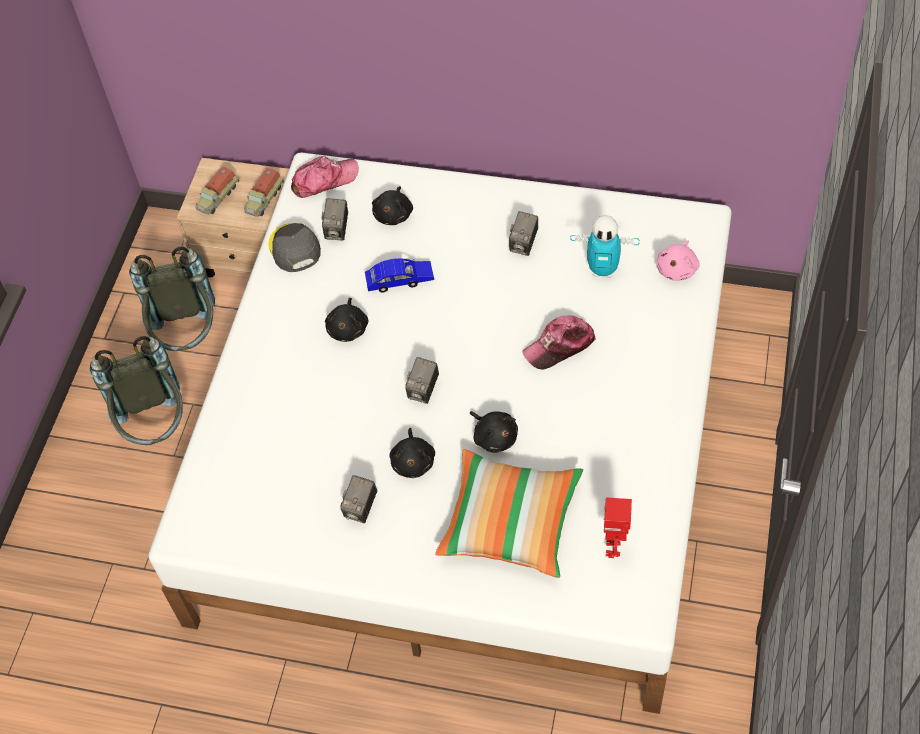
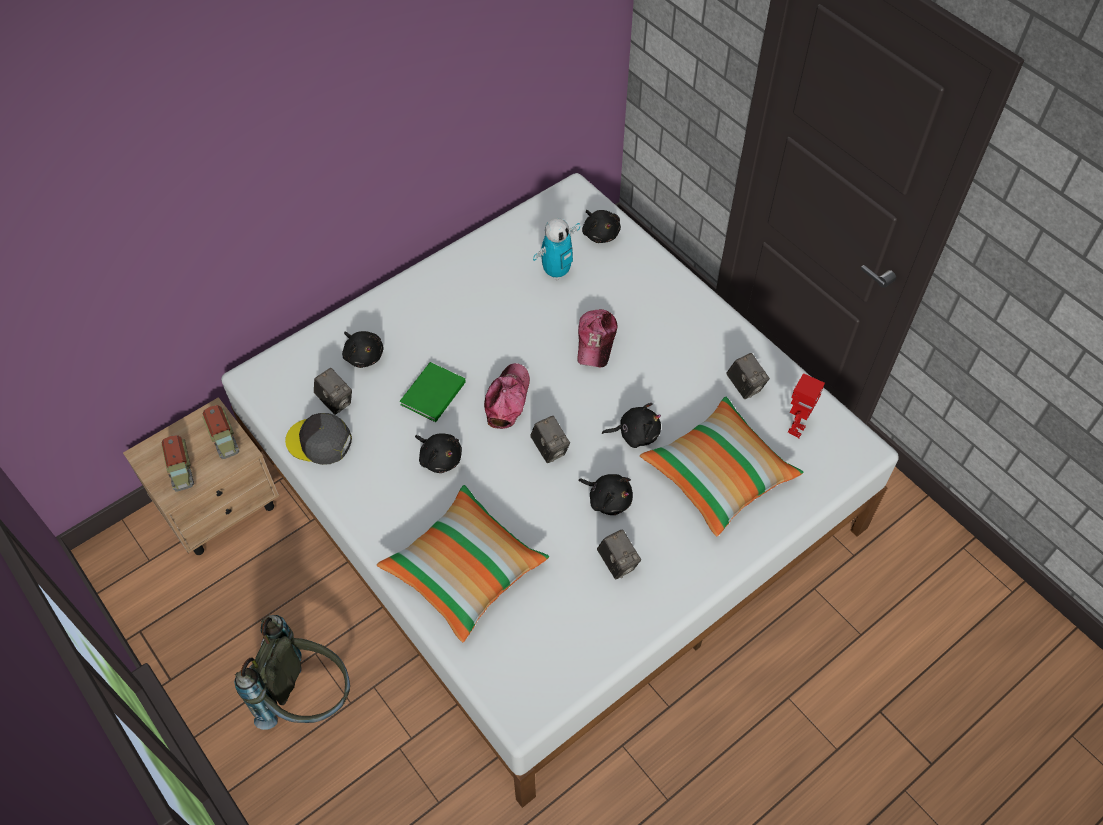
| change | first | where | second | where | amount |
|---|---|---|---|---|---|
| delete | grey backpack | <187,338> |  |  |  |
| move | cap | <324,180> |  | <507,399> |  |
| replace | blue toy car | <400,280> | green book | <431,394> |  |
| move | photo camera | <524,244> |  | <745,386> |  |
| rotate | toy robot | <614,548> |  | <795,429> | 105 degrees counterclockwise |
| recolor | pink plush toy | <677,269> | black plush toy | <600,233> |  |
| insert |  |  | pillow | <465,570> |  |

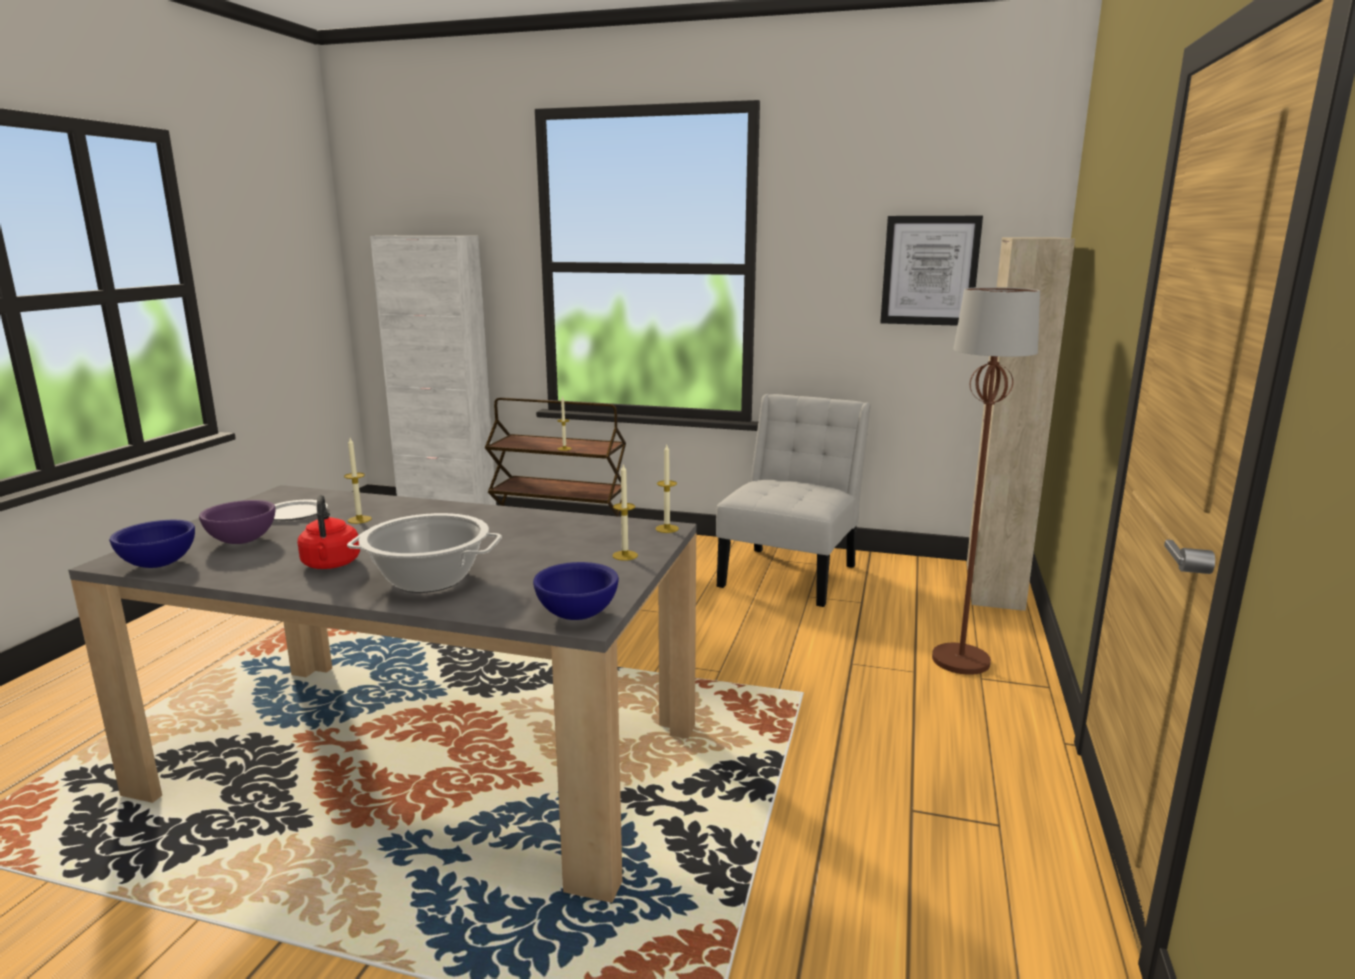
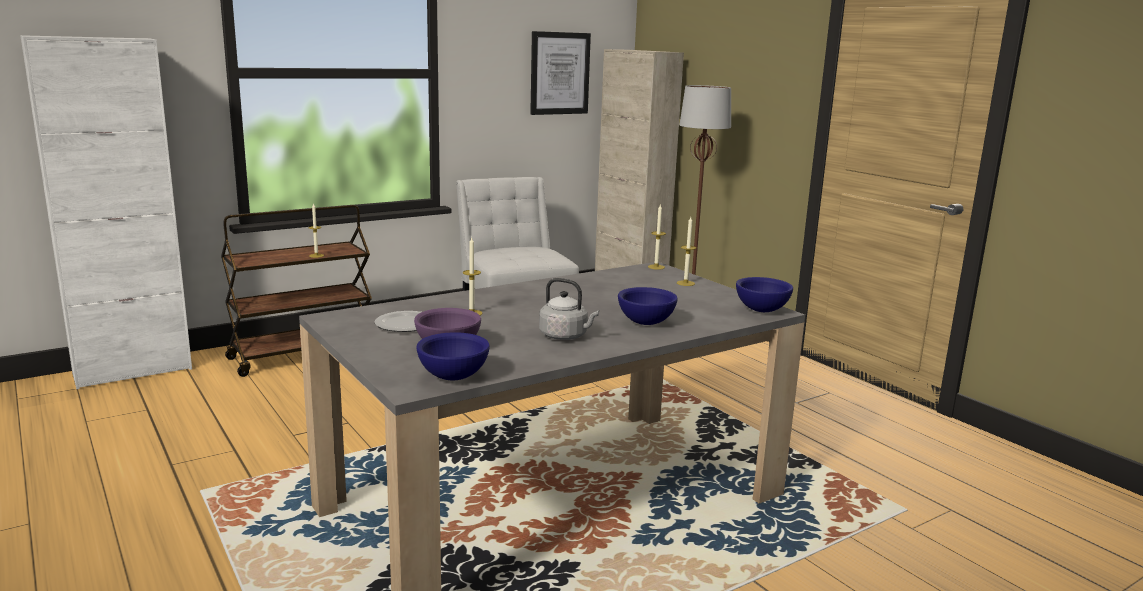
| change | first | where | second | where | amount |
|---|---|---|---|---|---|
| recolor | red kettle | <331,565> | grey kettle | <566,336> |  |
| replace | cooking pot | <430,579> | blue bowl | <646,322> |  |

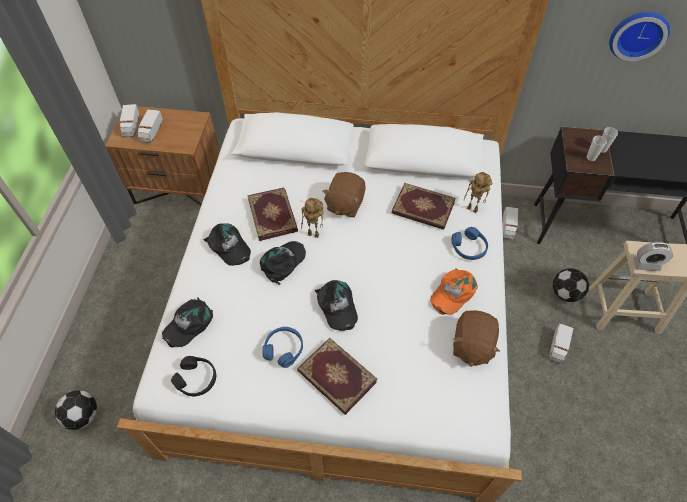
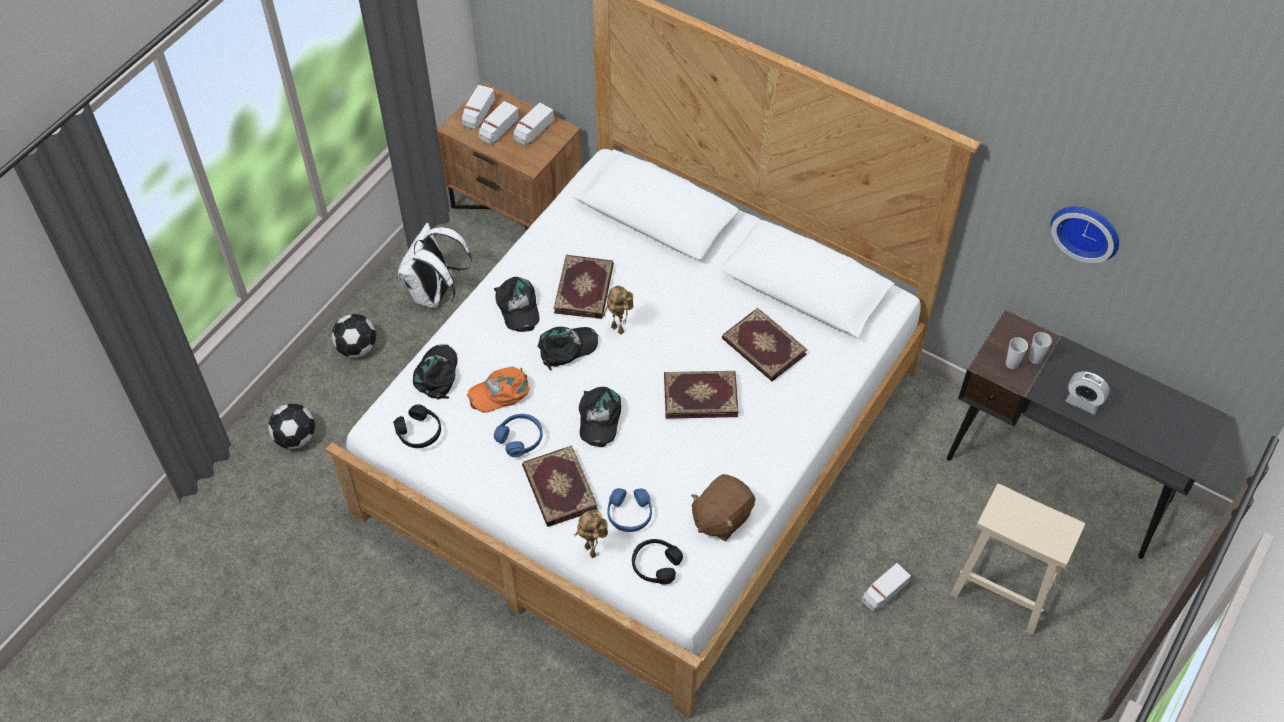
| change | first | where | second | where | amount |
|---|---|---|---|---|---|
| rotate | black cap | <189,324> |  | <437,374> | 120 degrees clockwise |
| delete | brown plush toy | <344,204> |  |  |  |
| move | orange cap | <453,293> |  | <500,392> |  |
| move | blue headphones | <469,247> |  | <629,514> |  |
| move | toy robot | <473,209> |  | <592,551> |  |
| move | toy truck | <508,227> |  | <533,132> |  |
| move | football | <565,293> |  | <357,347> |  |
| move | alarm clock | <646,264> |  | <1083,402> |  |
| insert |  |  | white backpack | <435,294> |  |
| insert |  |  | black headphones | <656,565> |  |
| insert |  |  | book | <700,395> |  |

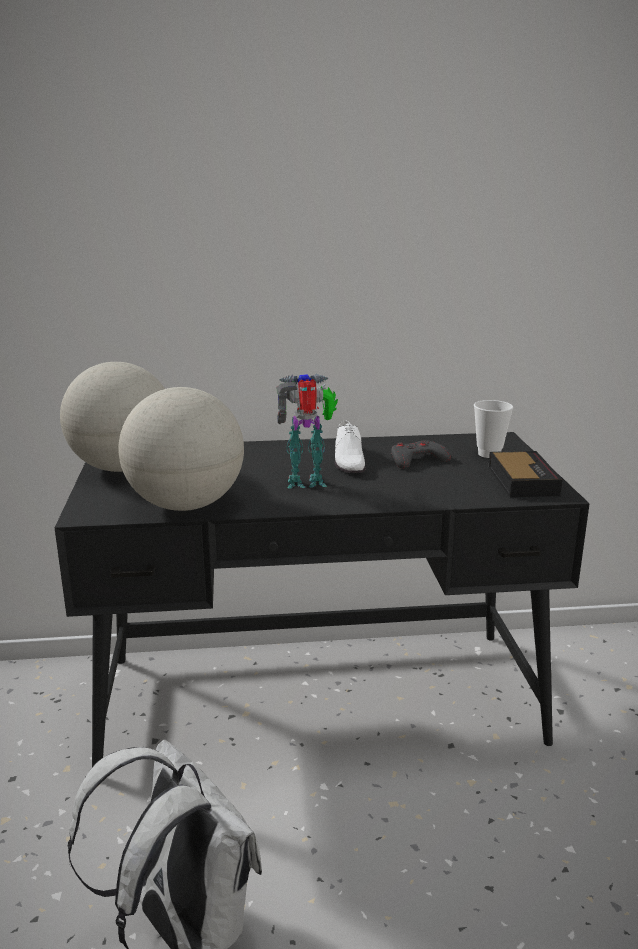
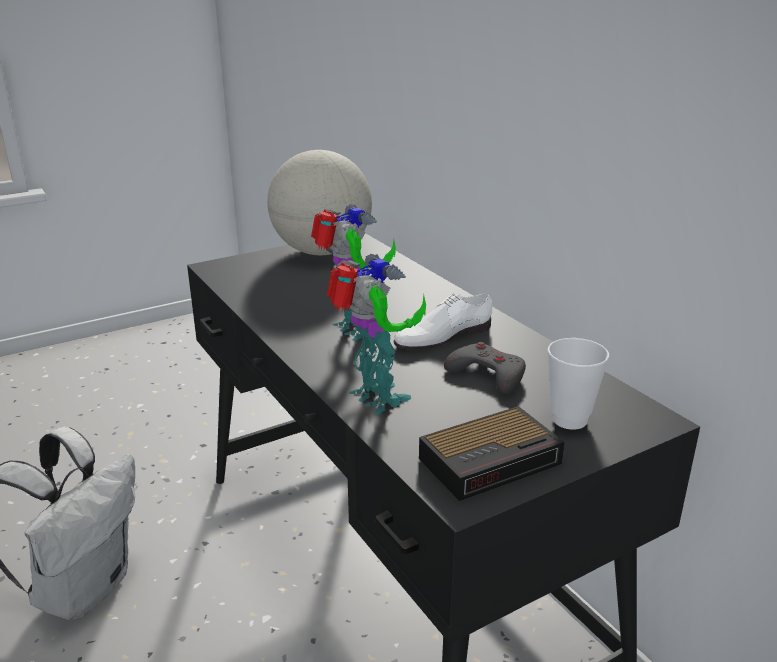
| change | first | where | second | where | amount |
|---|---|---|---|---|---|
| delete | globe | <185,505> |  |  |  |
| insert |  |  | toy robot | <376,400> |  |

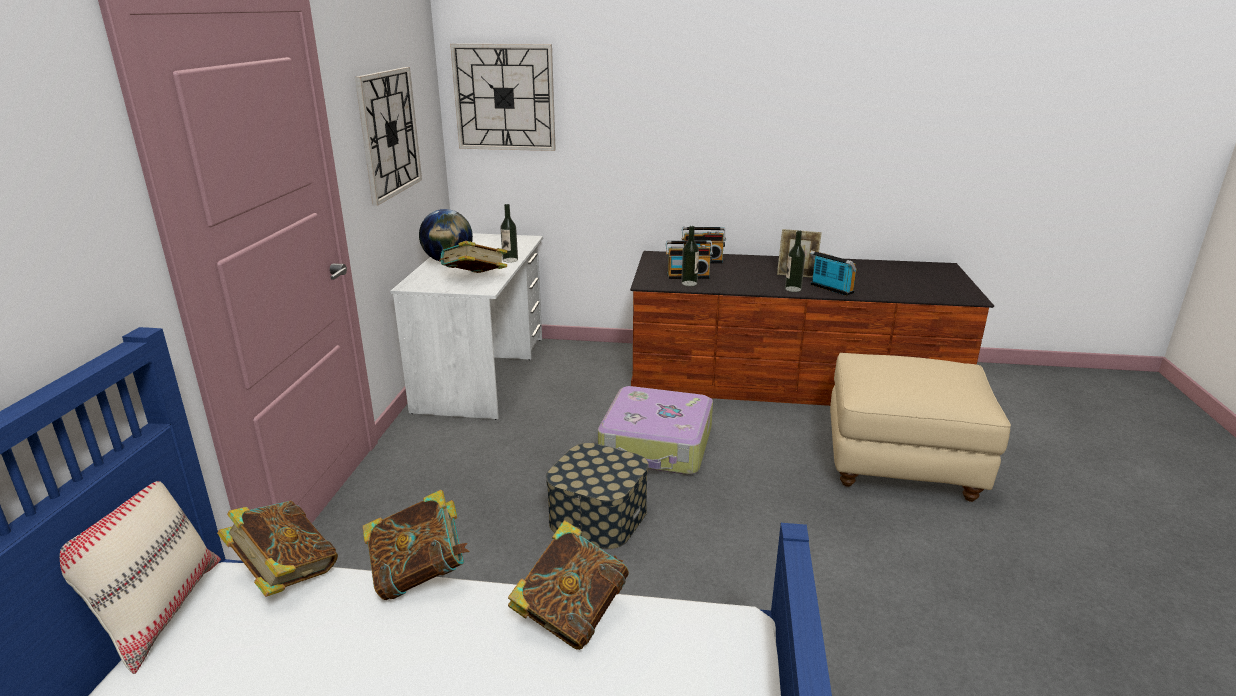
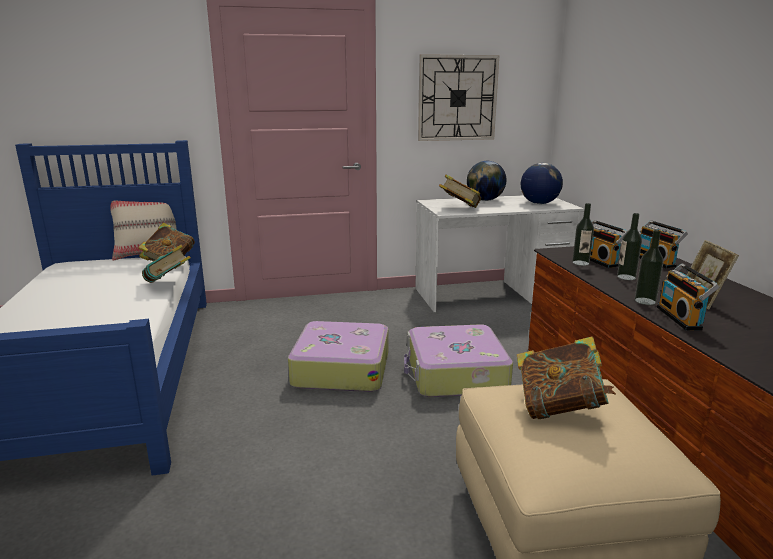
| change | first | where | second | where | amount |
|---|---|---|---|---|---|
| delete | wall clock | <504,97> |  |  |  |
| move | bottle | <510,260> |  | <626,277> |  |
| move | book | <571,616> |  | <559,408> |  |
| replace | storage box | <598,517> | suitcase | <341,368> |  |
| rotate | radio | <830,289> |  | <681,318> | 150 degrees clockwise |
| insert |  |  | globe | <539,203> |  |

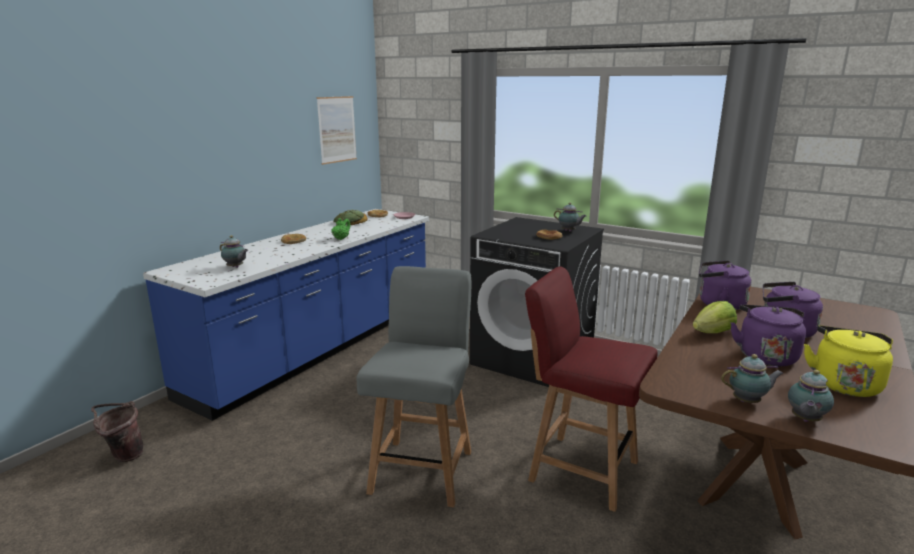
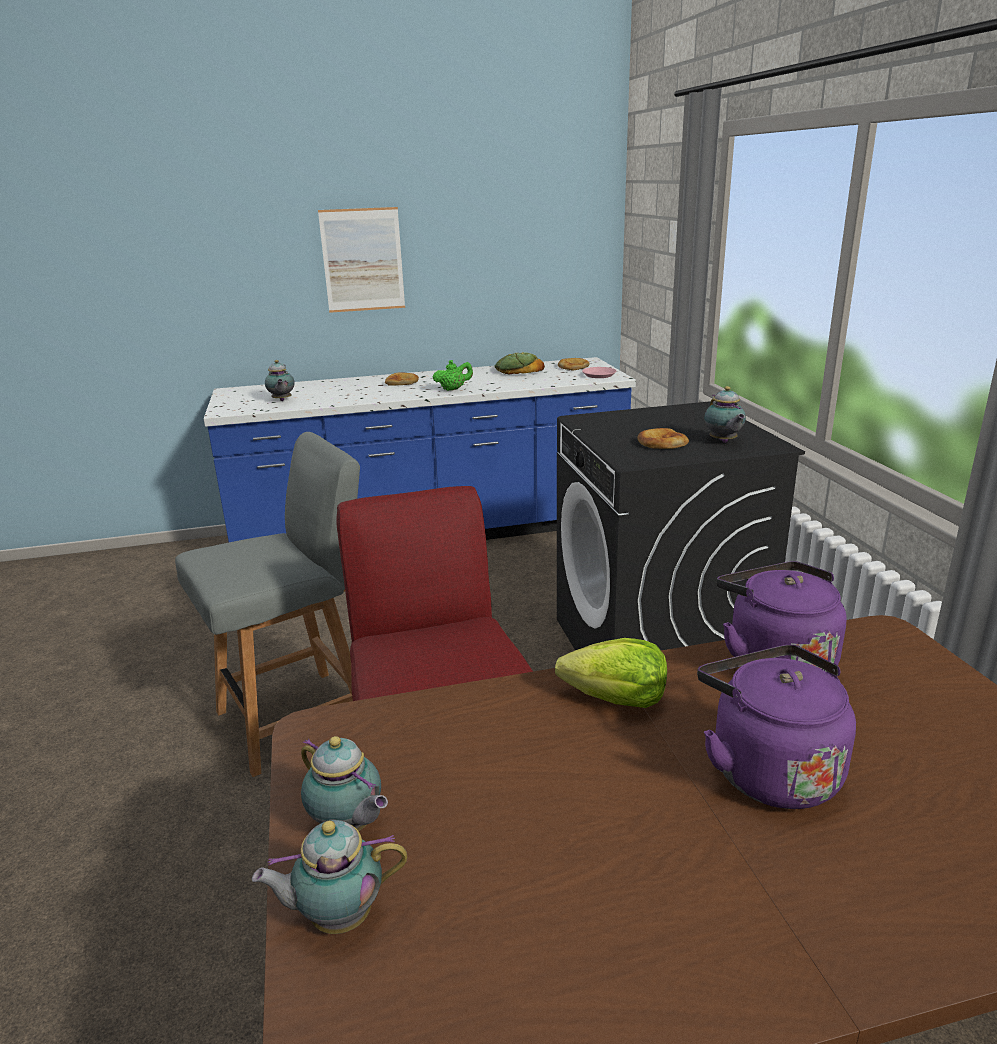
| change | first | where | second | where | amount |
|---|---|---|---|---|---|
| delete | brown bucket | <123,456> |  |  |  |
| move | picture | <337,129> |  | <362,260> |  |
| delete | purple kettle | <765,355> |  |  |  |
| delete | yellow kettle | <844,383> |  |  |  |

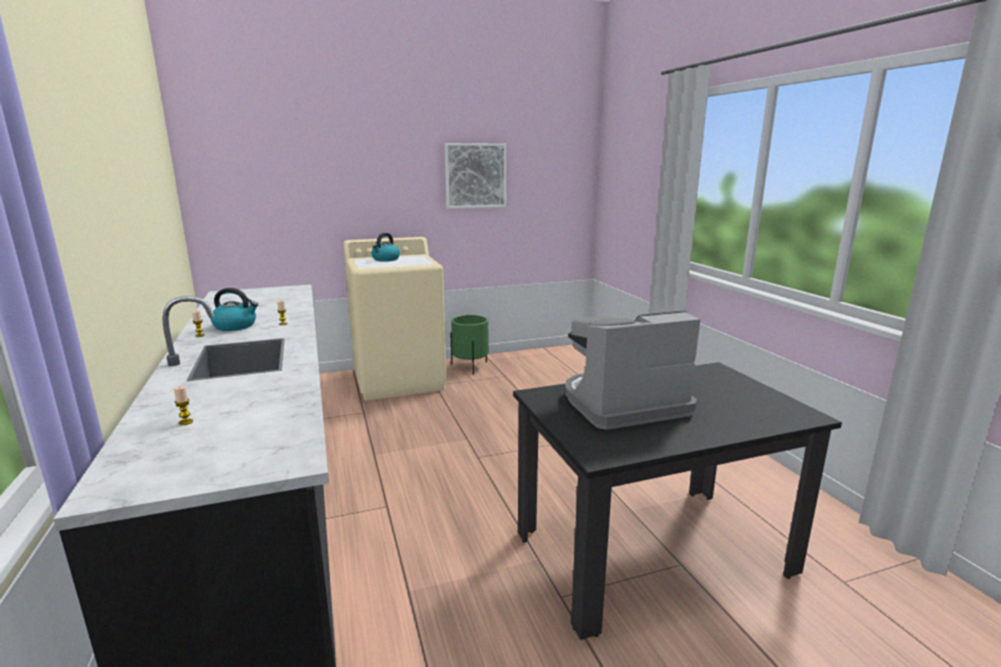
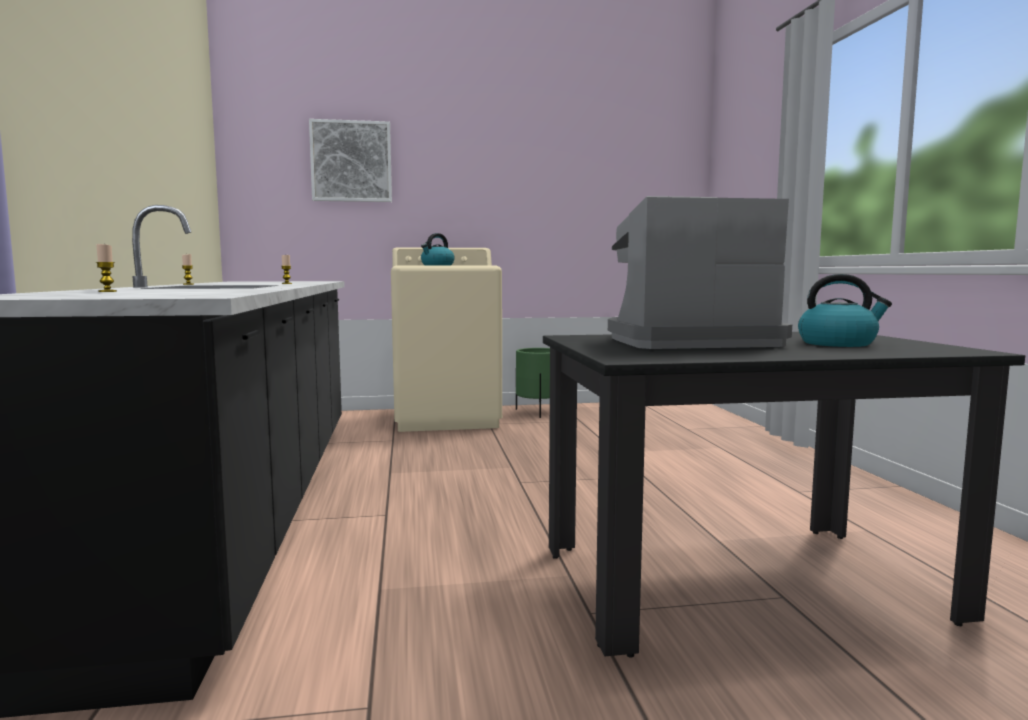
| change | first | where | second | where | amount |
|---|---|---|---|---|---|
| move | kettle | <236,326> |  | <838,343> |  |
| move | picture | <475,176> |  | <351,161> |  |

